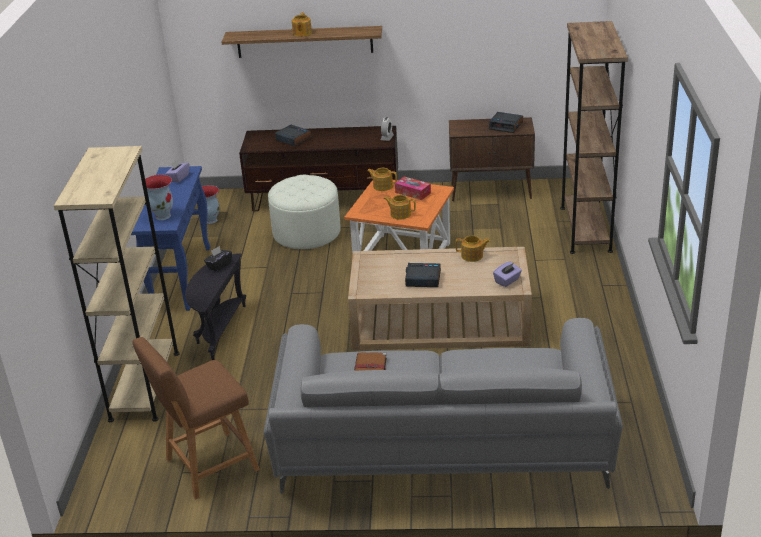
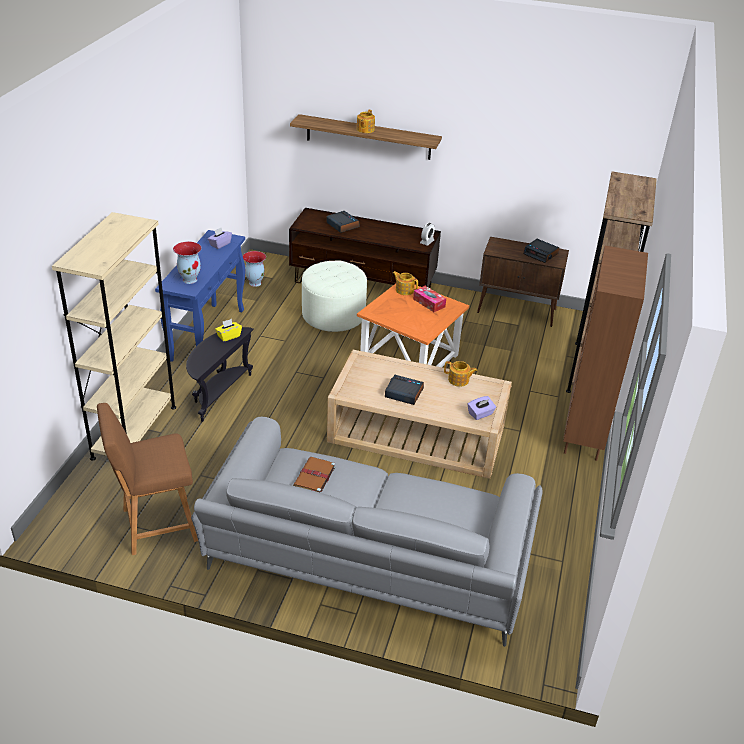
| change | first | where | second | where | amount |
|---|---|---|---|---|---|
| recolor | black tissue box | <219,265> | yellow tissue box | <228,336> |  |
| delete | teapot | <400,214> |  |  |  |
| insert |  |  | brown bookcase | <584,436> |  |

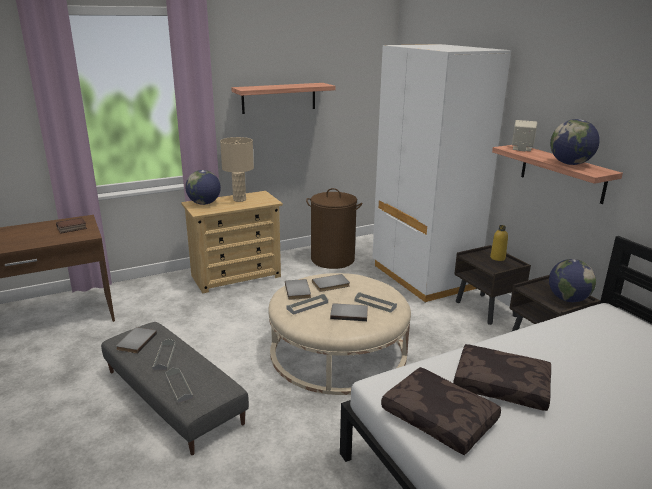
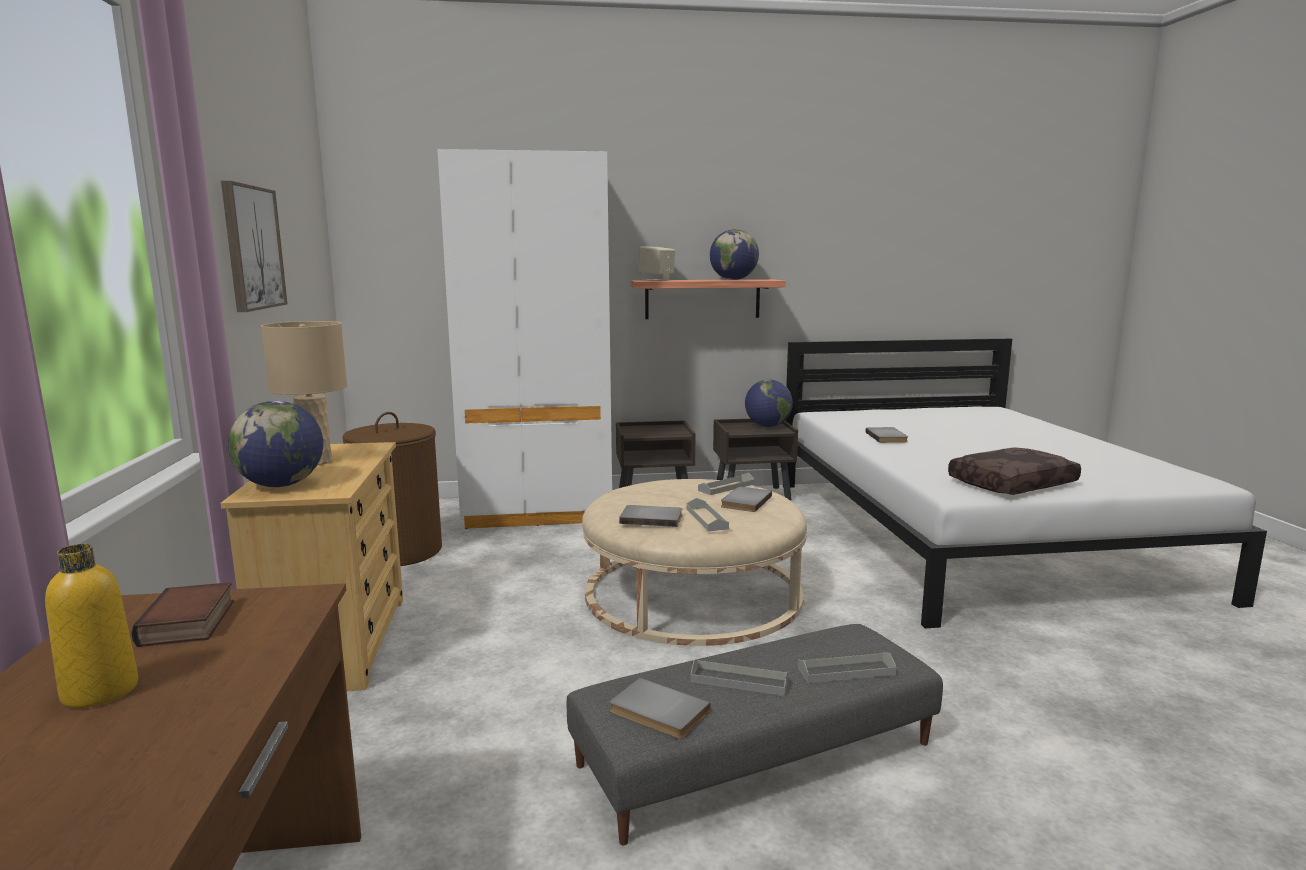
| change | first | where | second | where | amount |
|---|---|---|---|---|---|
| replace | shelf | <279,98> | picture | <252,248> |  |
| move | grey book | <331,285> |  | <888,437> |  |
| delete | brown pillow | <502,385> |  |  |  |
| move | yellow bottle | <497,258> |  | <100,691> |  |

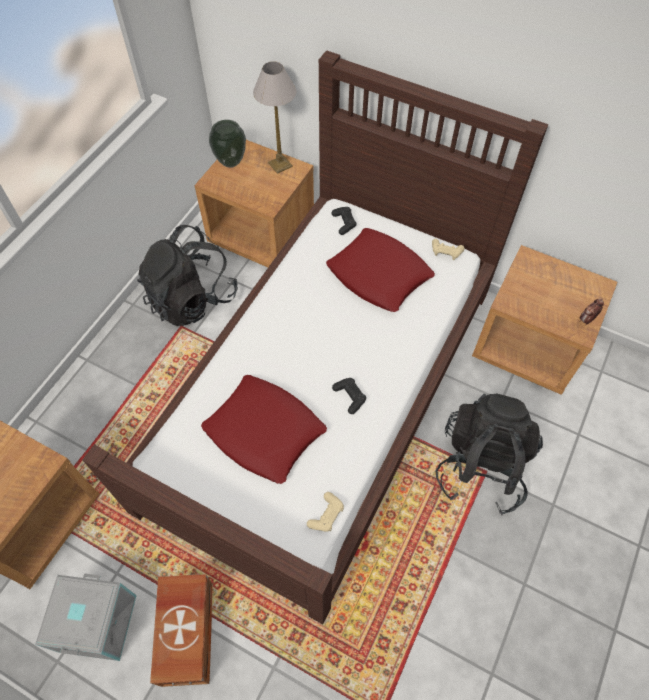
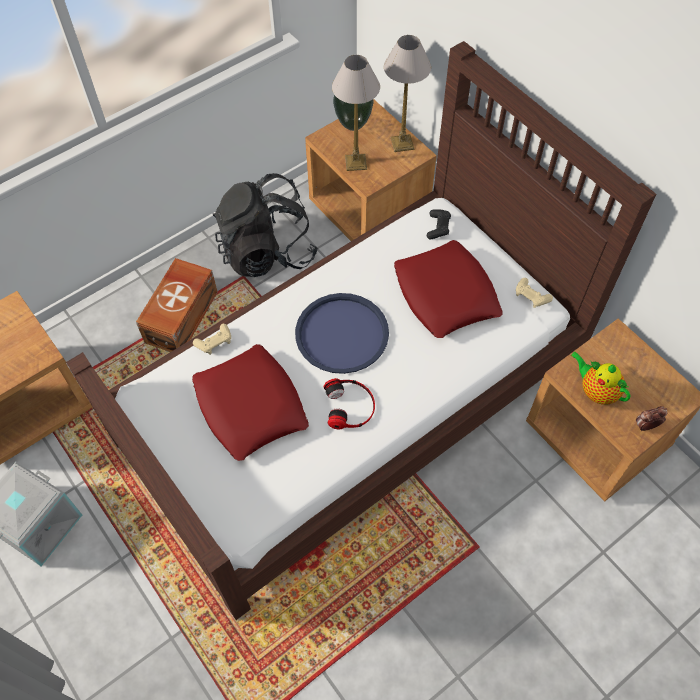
| change | first | where | second | where | amount |
|---|---|---|---|---|---|
| move | brown storage box | <189,631> |  | <183,317> |  |
| move | beige game controller | <326,515> |  | <214,342> |  |
| replace | black game controller | <350,397> | headphones | <350,406> |  |
| delete | black backpack | <481,465> |  |  |  |
| insert |  |  | blue tray | <342,334> |  |
| insert |  |  | table lamp | <355,163> |  |
| insert |  |  | teapot | <596,391> |  |

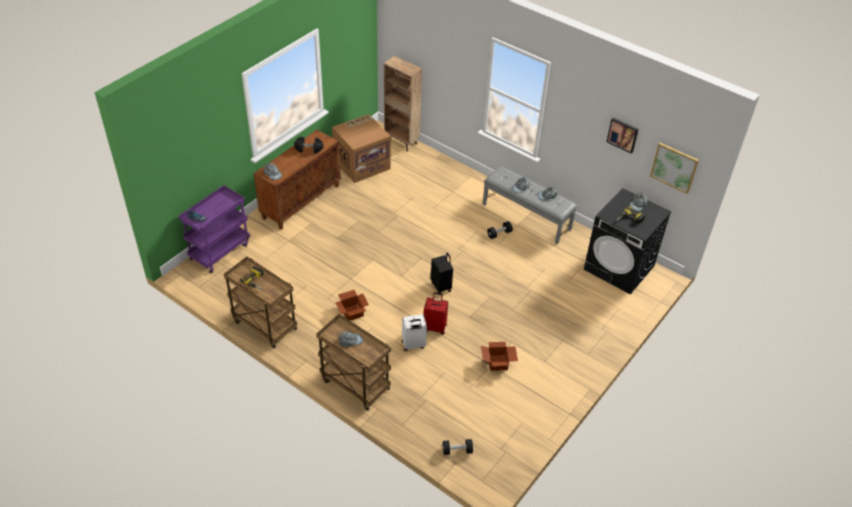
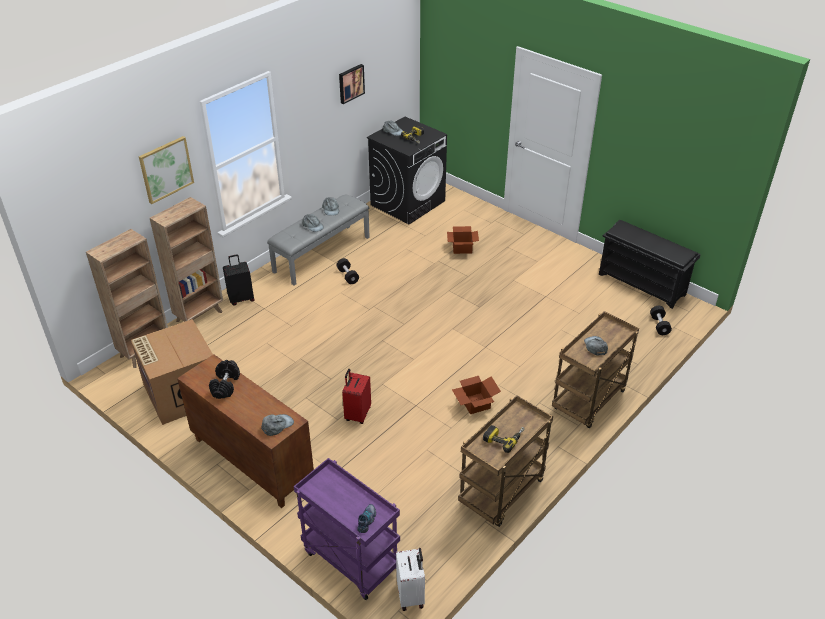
| change | first | where | second | where | amount |
|---|---|---|---|---|---|
| move | white suitcase | <413,345> |  | <411,595> |  |
| move | red suitcase | <435,327> |  | <357,414> |  |
| move | black suitcase | <441,286> |  | <241,298> |  |
| move | cardboard box | <498,363> |  | <462,247> |  |
| move | picture | <674,167> |  | <166,169> |  |
| insert |  |  | brown bookcase | <200,316> |  |
| insert |  |  | black shoe rack | <642,284> |  |

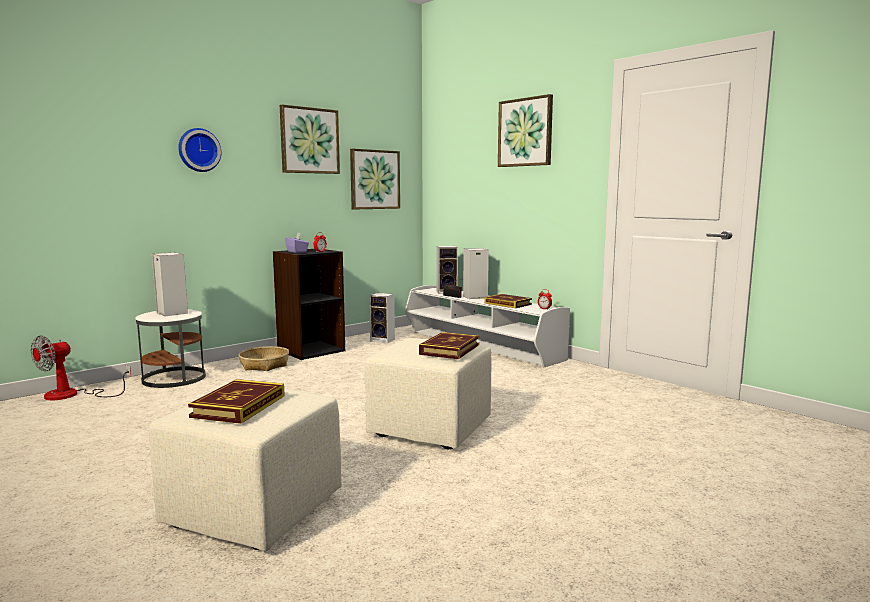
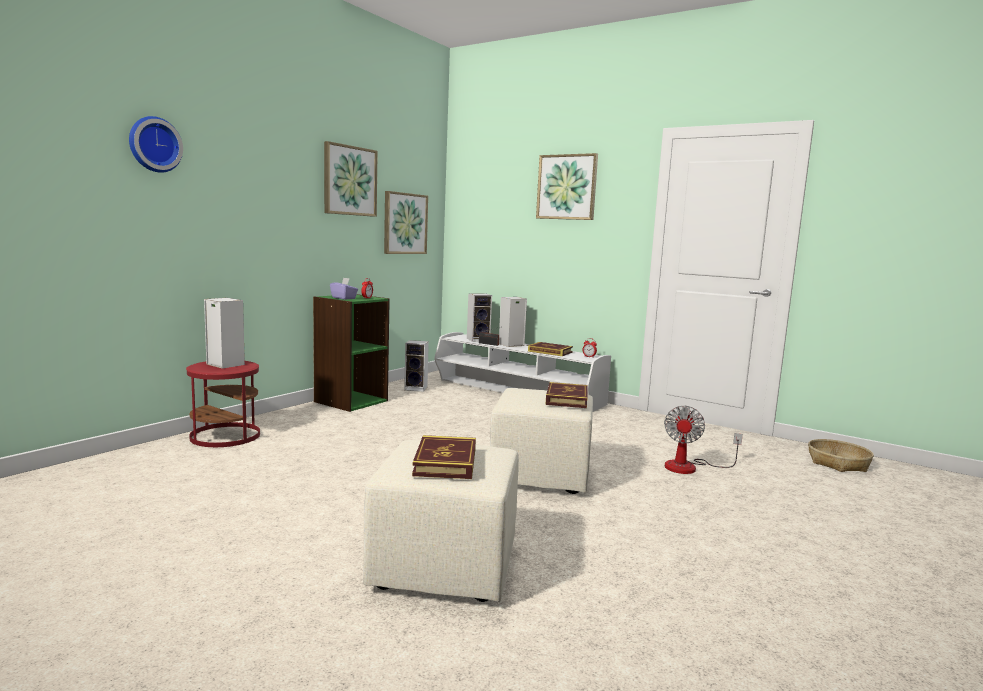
| change | first | where | second | where | amount |
|---|---|---|---|---|---|
| move | fan | <72,395> |  | <690,467> |  |
| recolor | white side table | <174,378> | red side table | <225,436> |  |
| move | wall clock | <198,150> |  | <154,144> |  |
| move | basket | <264,365> |  | <838,463> |  |
| recolor | black bookcase | <311,350> | green bookcase | <350,401> |  |

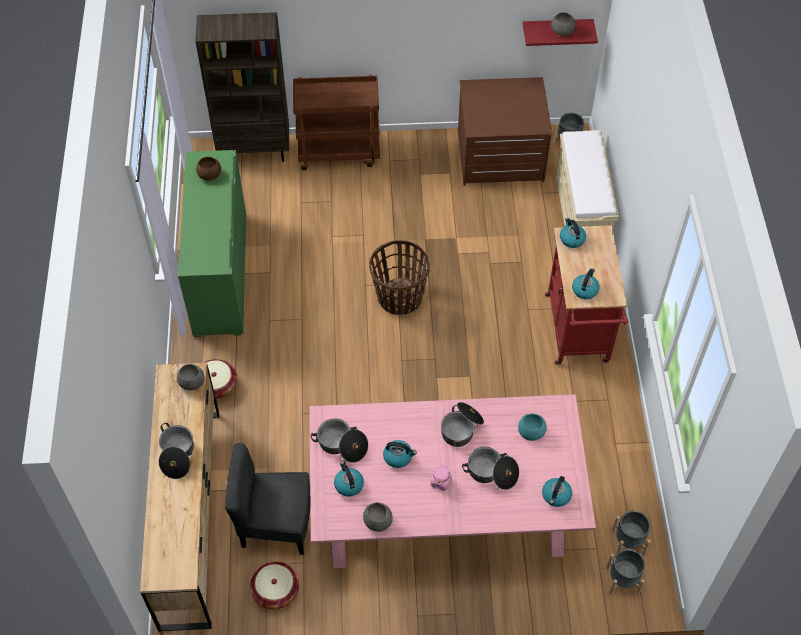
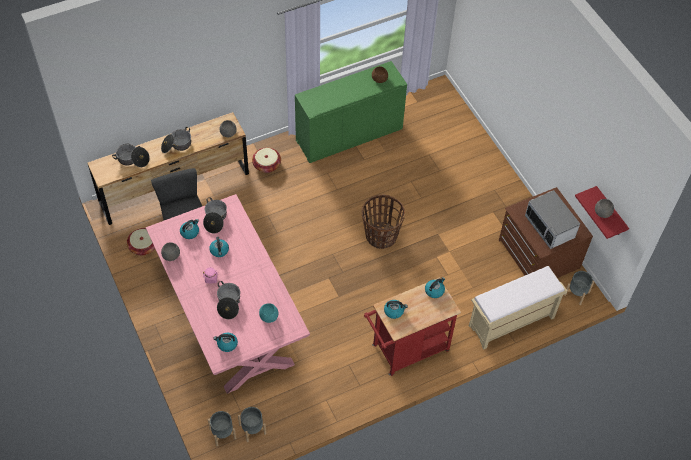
| change | first | where | second | where | amount |
|---|---|---|---|---|---|
| delete | brown bookcase | <255,151> |  |  |  |
| delete | brown cart | <339,152> |  |  |  |
| move | cooking pot | <461,429> |  | <132,160> |  |
| insert |  |  | microwave | <549,227> |  |

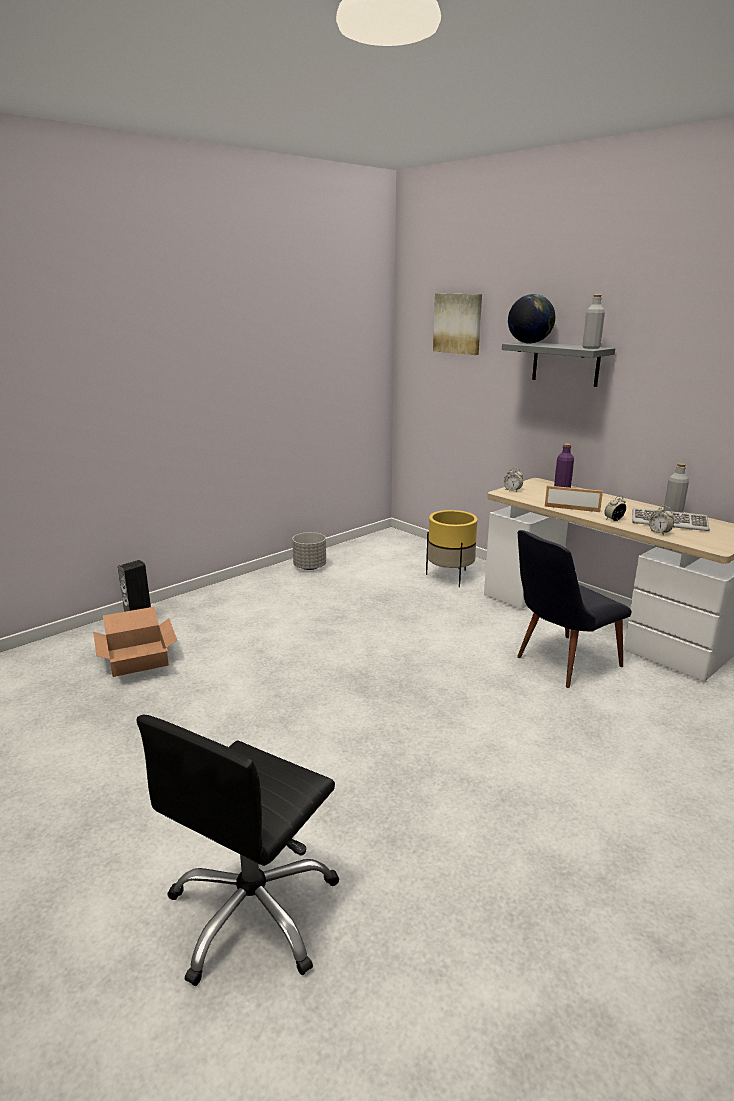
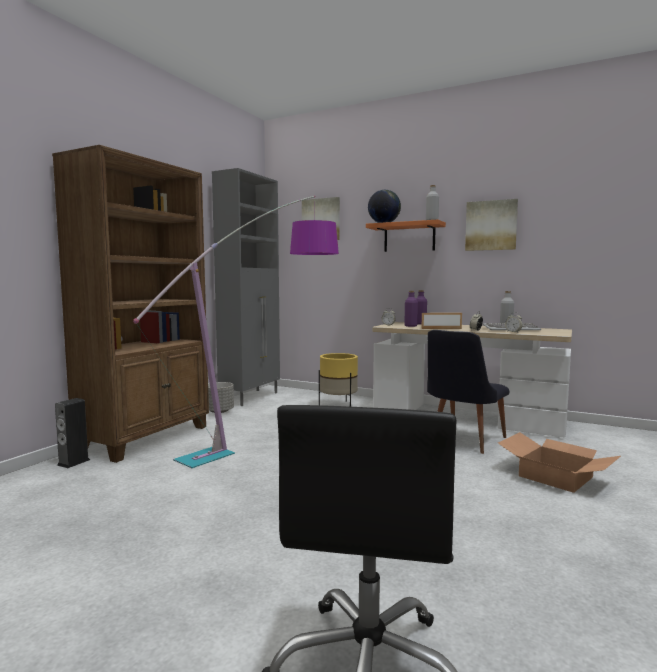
| change | first | where | second | where | amount |
|---|---|---|---|---|---|
| move | cardboard box | <139,658> |  | <557,476> |  |
| recolor | grey shelf | <565,364> | orange shelf | <409,237> |  |
| insert |  |  | brown bookcase | <147,438> |  |
| insert |  |  | floor lamp | <271,434> |  |
| insert |  |  | grey cabinet | <251,397> |  |
| insert |  |  | purple bottle | <410,326> |  |
| insert |  |  | picture | <491,225> |  |

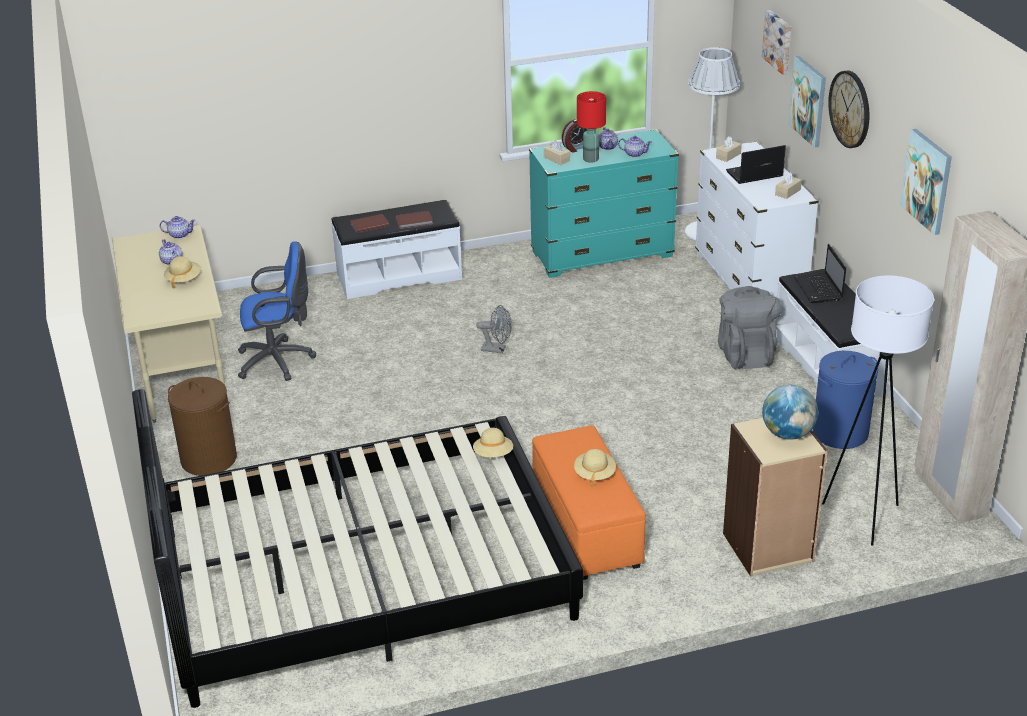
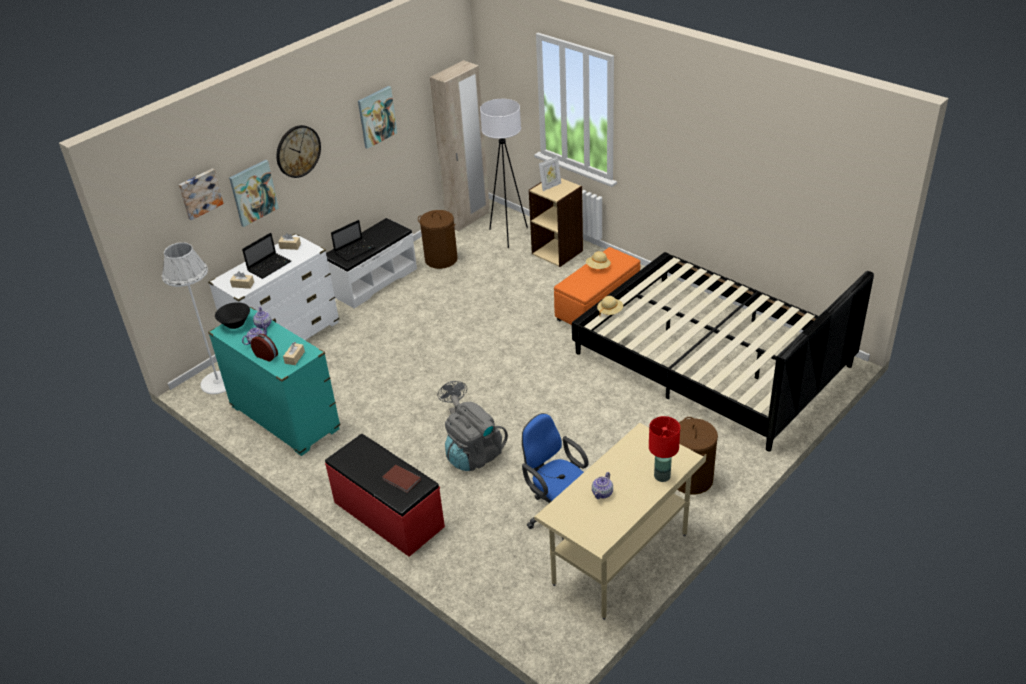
| change | first | where | second | where | amount |
|---|---|---|---|---|---|
| delete | teapot | <179,235> |  |  |  |
| delete | beige hat | <183,279> |  |  |  |
| recolor | white bench | <399,276> | red bench | <388,515> |  |
| delete | brown book | <415,221> |  |  |  |
| move | red table lamp | <591,159> |  | <662,476> |  |
| move | grey backpack | <745,354> |  | <474,456> |  |
| rotate | laptop | <753,175> |  | <270,266> | 90 degrees counterclockwise |
| replace | globe | <788,434> | picture frame | <550,186> |  |
| recolor | blue laundry basket | <840,432> | brown laundry basket | <441,259> |  |
| insert |  |  | black bowl | <235,324> |  |

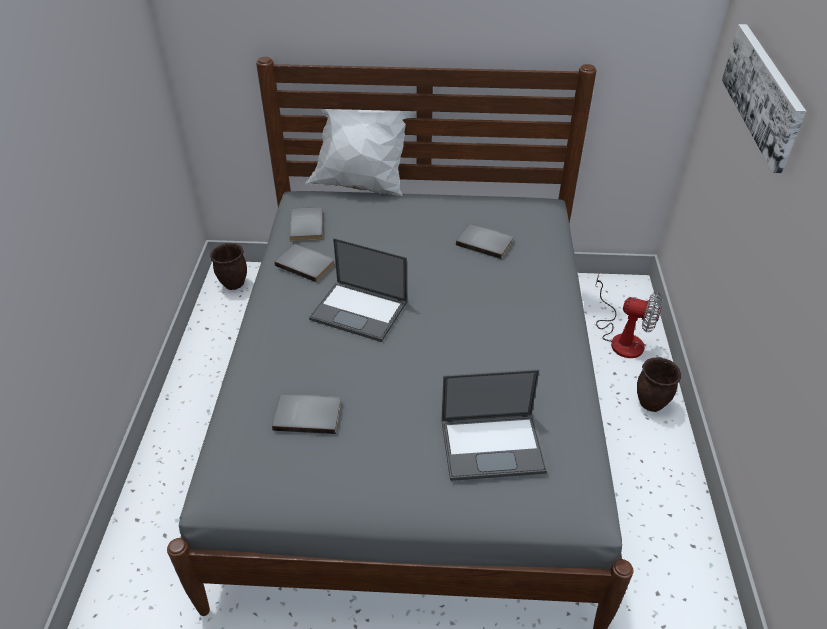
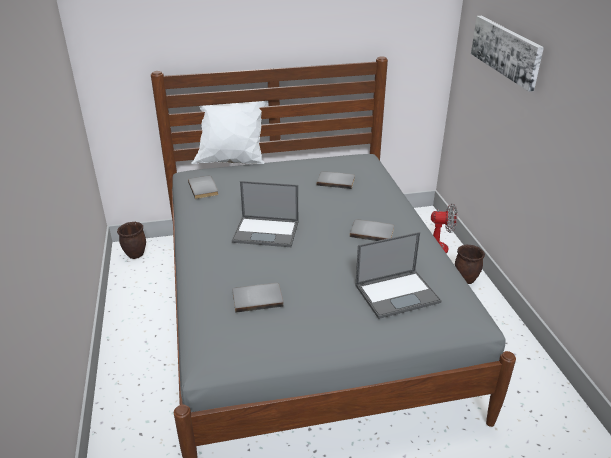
| change | first | where | second | where | amount |
|---|---|---|---|---|---|
| move | grey book | <306,263> |  | <372,232> |  |

